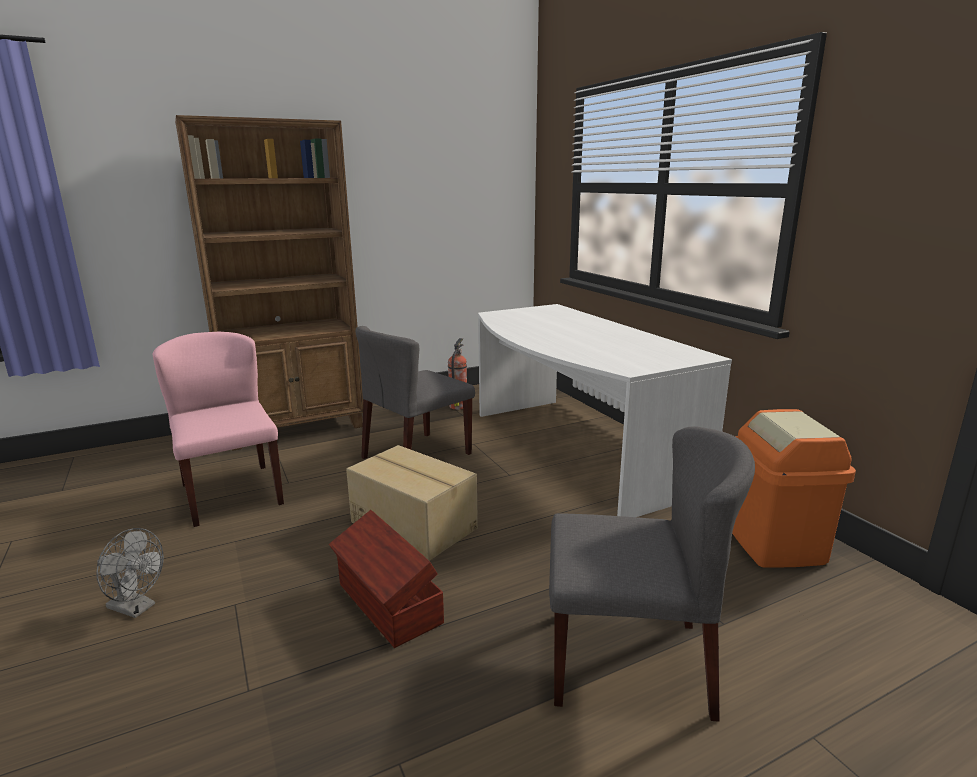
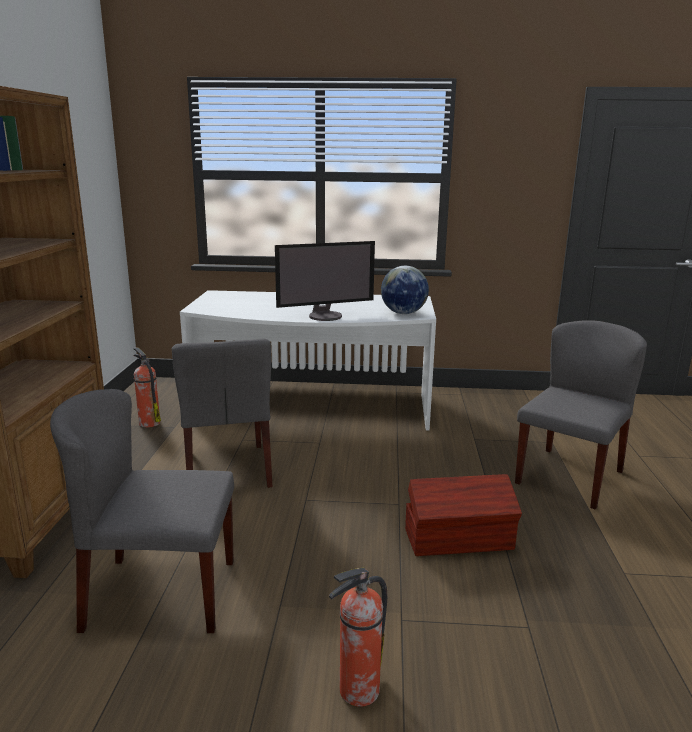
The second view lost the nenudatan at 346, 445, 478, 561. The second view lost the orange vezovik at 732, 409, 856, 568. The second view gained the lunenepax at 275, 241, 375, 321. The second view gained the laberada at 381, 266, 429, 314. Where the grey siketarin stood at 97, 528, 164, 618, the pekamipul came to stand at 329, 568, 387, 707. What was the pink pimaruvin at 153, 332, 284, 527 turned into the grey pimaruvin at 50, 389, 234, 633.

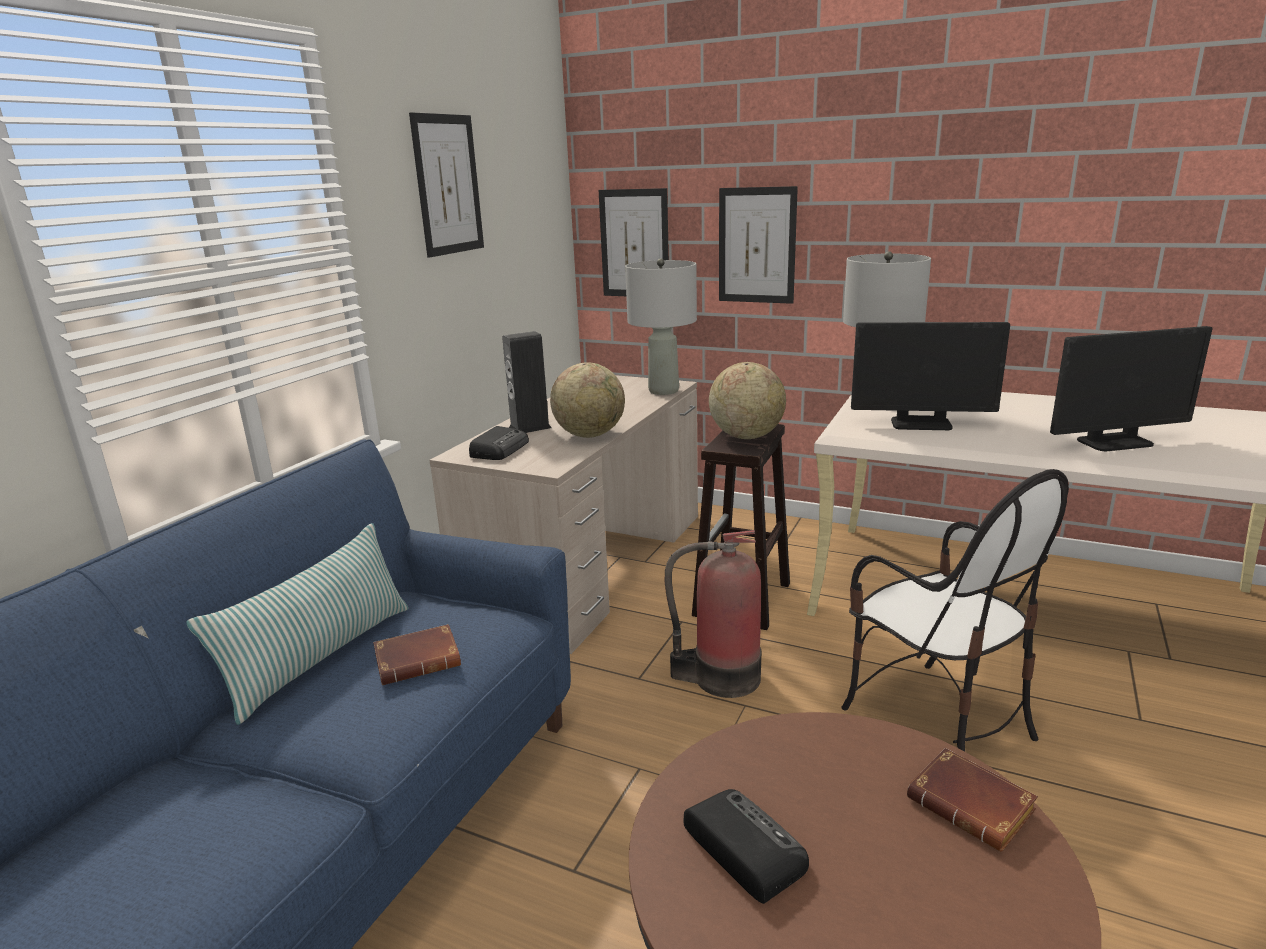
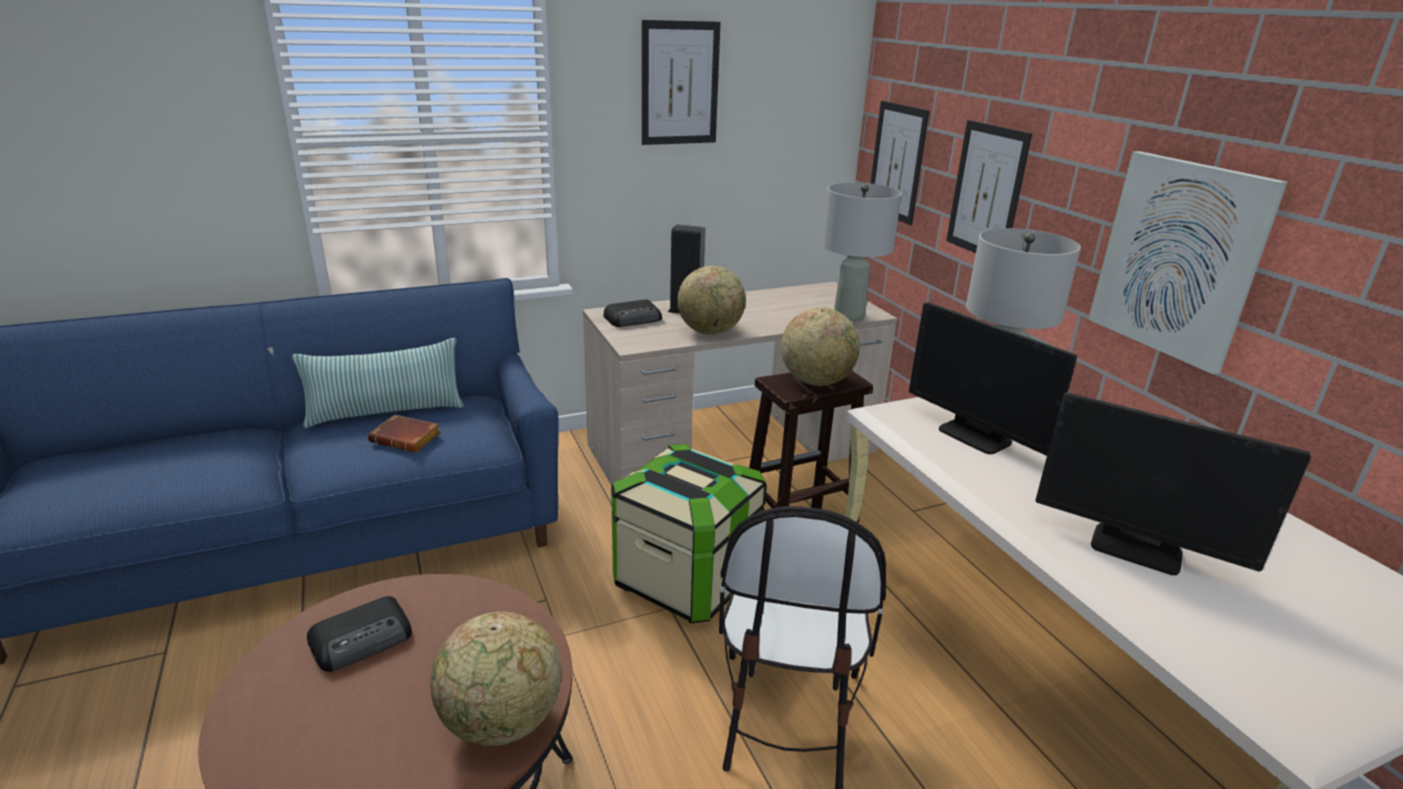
The second view gained the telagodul at 1088, 151, 1287, 374. Where the pekamipul stood at 665, 530, 761, 698, the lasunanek came to stand at 611, 444, 767, 623. Where the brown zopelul stood at 907, 748, 1038, 852, the laberada came to stand at 430, 612, 561, 746. The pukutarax at 684, 789, 809, 904 ended up facing another way, 45 degrees clockwise from before.

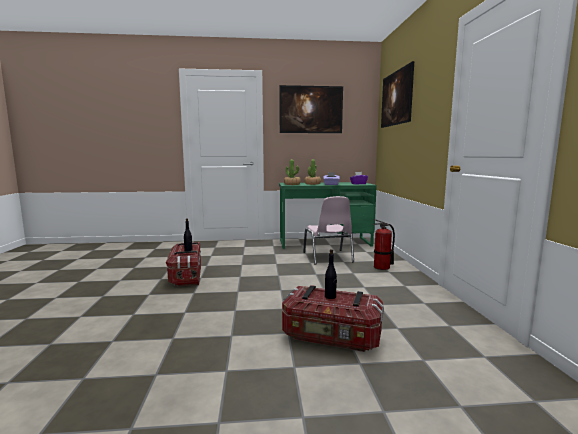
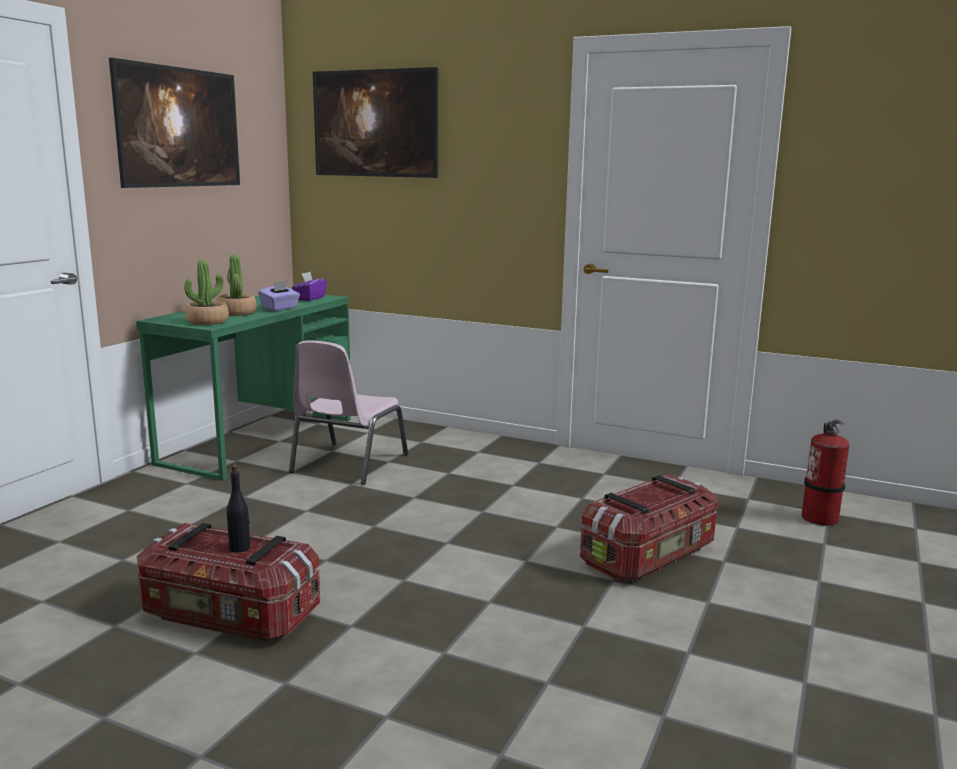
The second view lost the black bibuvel at 325, 249, 337, 299. The pekamipul ended up elsewhere, having gone from 373, 219, 395, 270 to 802, 420, 849, 526. The pink pimaruvin at 303, 196, 354, 265 ended up facing another way, 90 degrees clockwise from before.

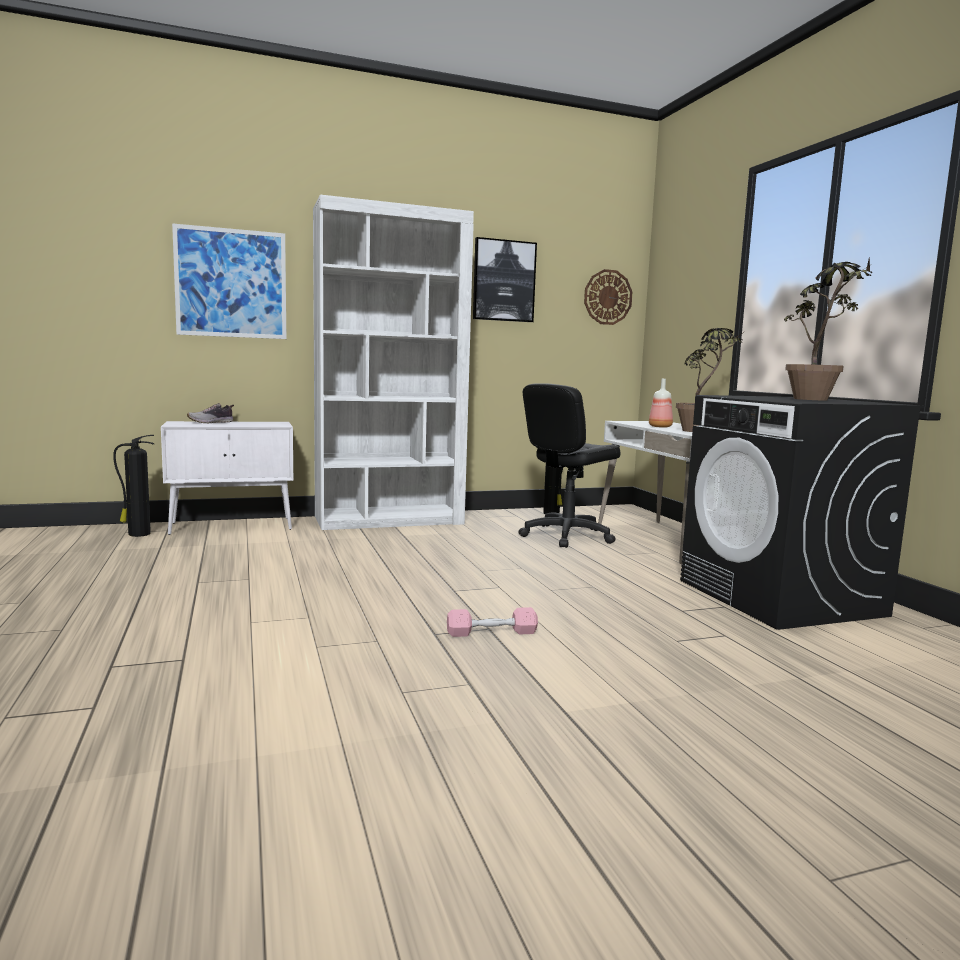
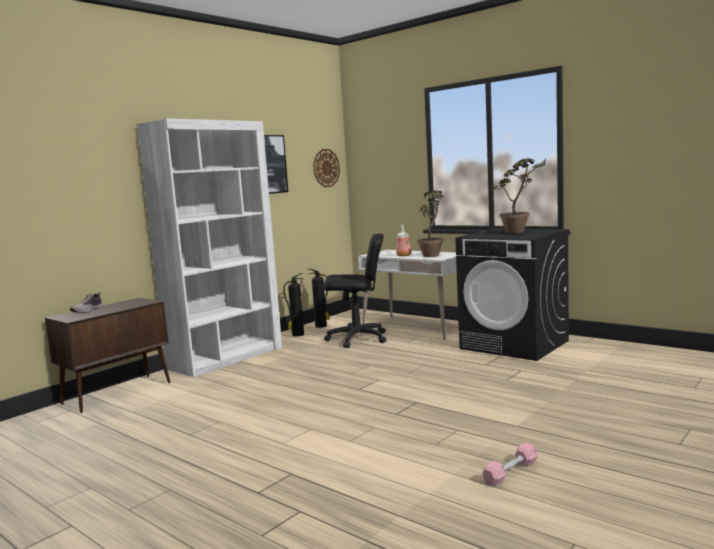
The second view lost the telagodul at 172, 223, 286, 339. The pekamipul ended up elsewhere, having gone from 113, 435, 155, 537 to 283, 273, 304, 337. The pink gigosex ended up elsewhere, having gone from 447, 607, 538, 637 to 482, 443, 538, 486. What was the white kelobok at 161, 421, 293, 535 turned into the brown kelobok at 45, 298, 170, 413. The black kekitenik at 518, 383, 621, 548 ended up facing another way, 105 degrees counterclockwise from before.

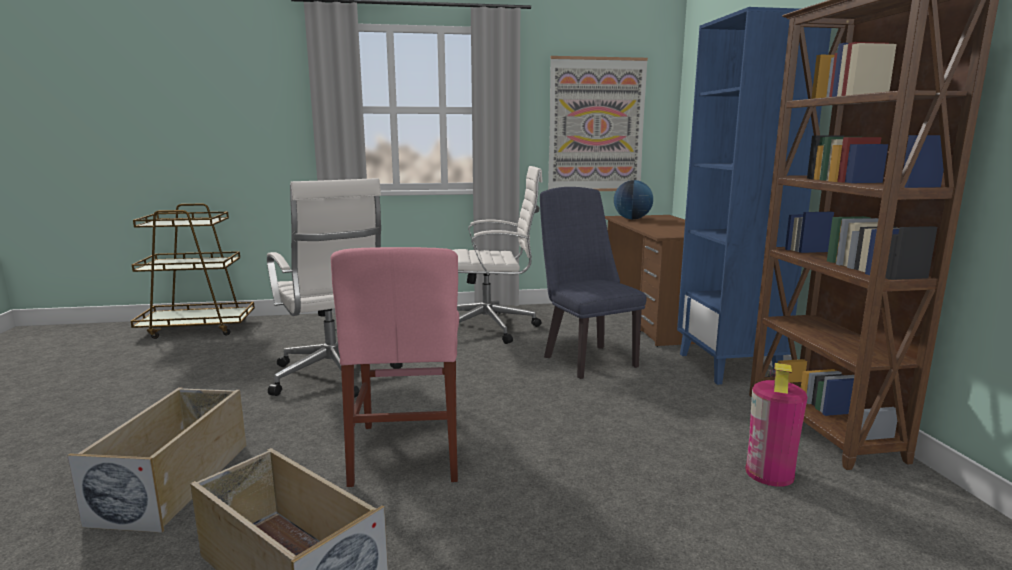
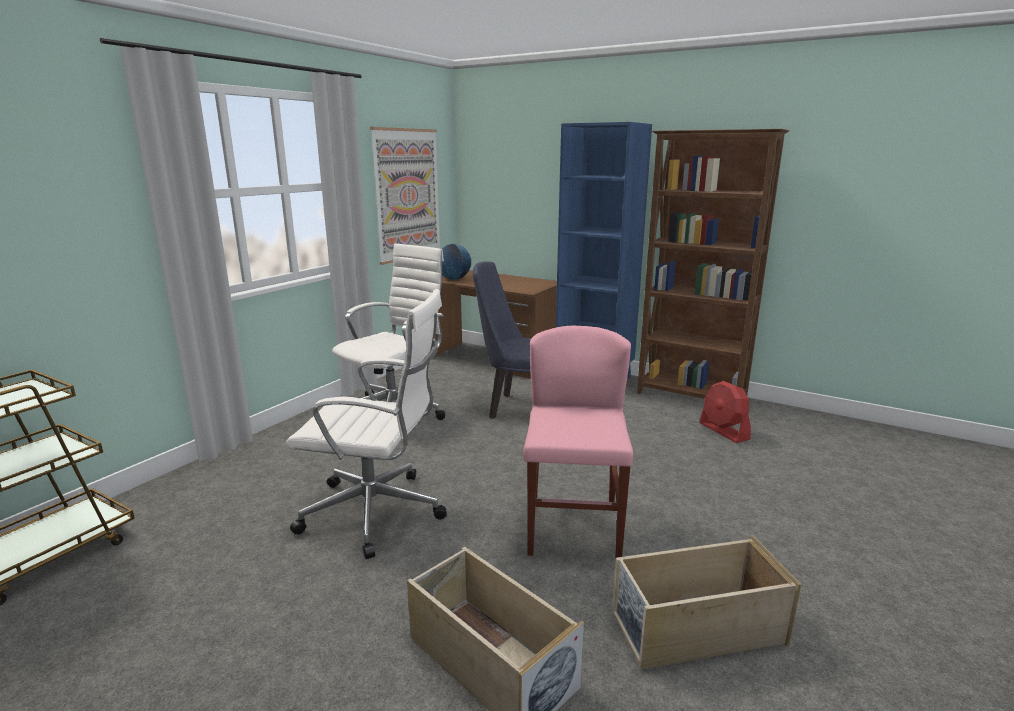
Where the pekamipul stood at 745, 363, 808, 487, the red siketarin came to stand at 699, 381, 751, 443. The pink pimaruvin at 331, 247, 459, 487 ended up facing another way, 120 degrees counterclockwise from before.

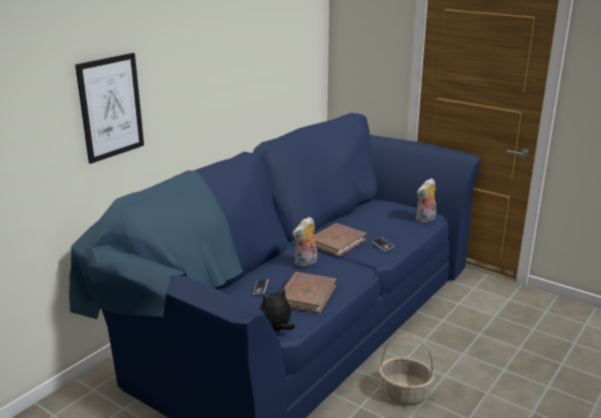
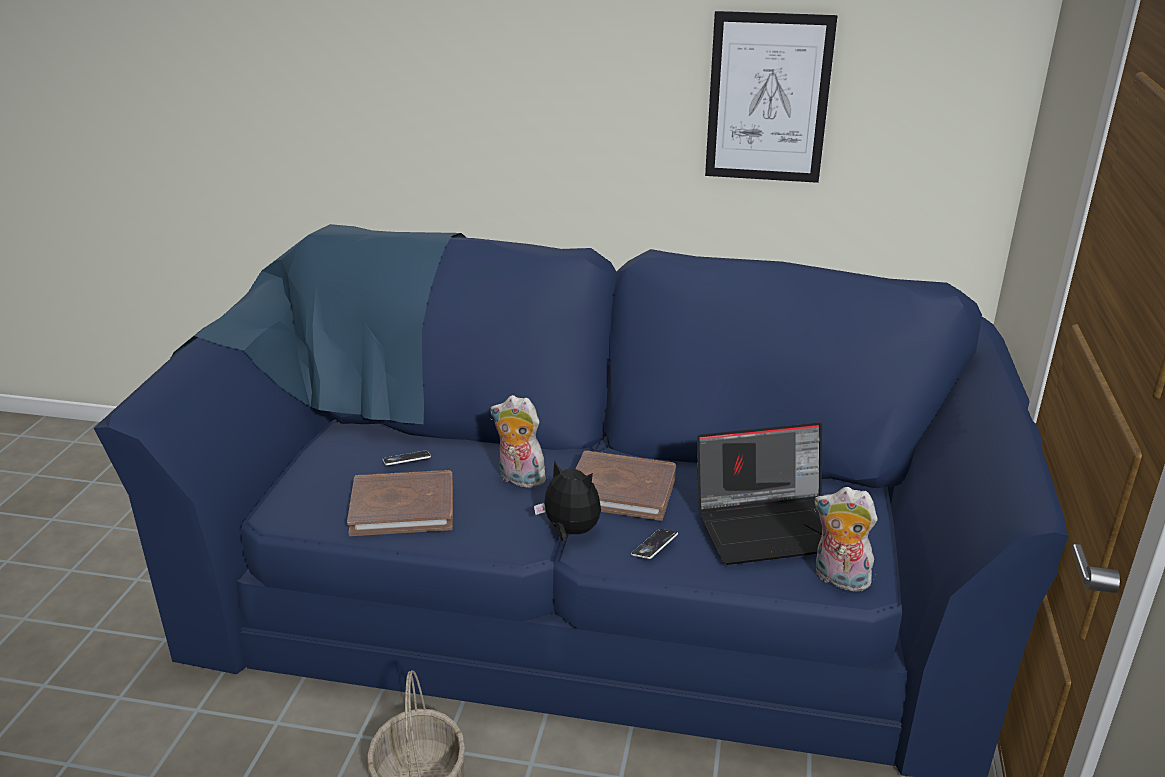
The second view gained the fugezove at 697, 422, 822, 565. The telagodul ended up elsewhere, having gone from 75, 53, 144, 164 to 705, 11, 837, 183. The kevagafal ended up elsewhere, having gone from 260, 288, 295, 331 to 534, 460, 601, 541.

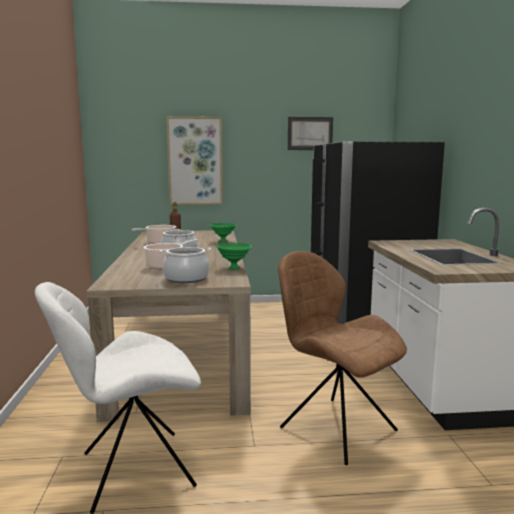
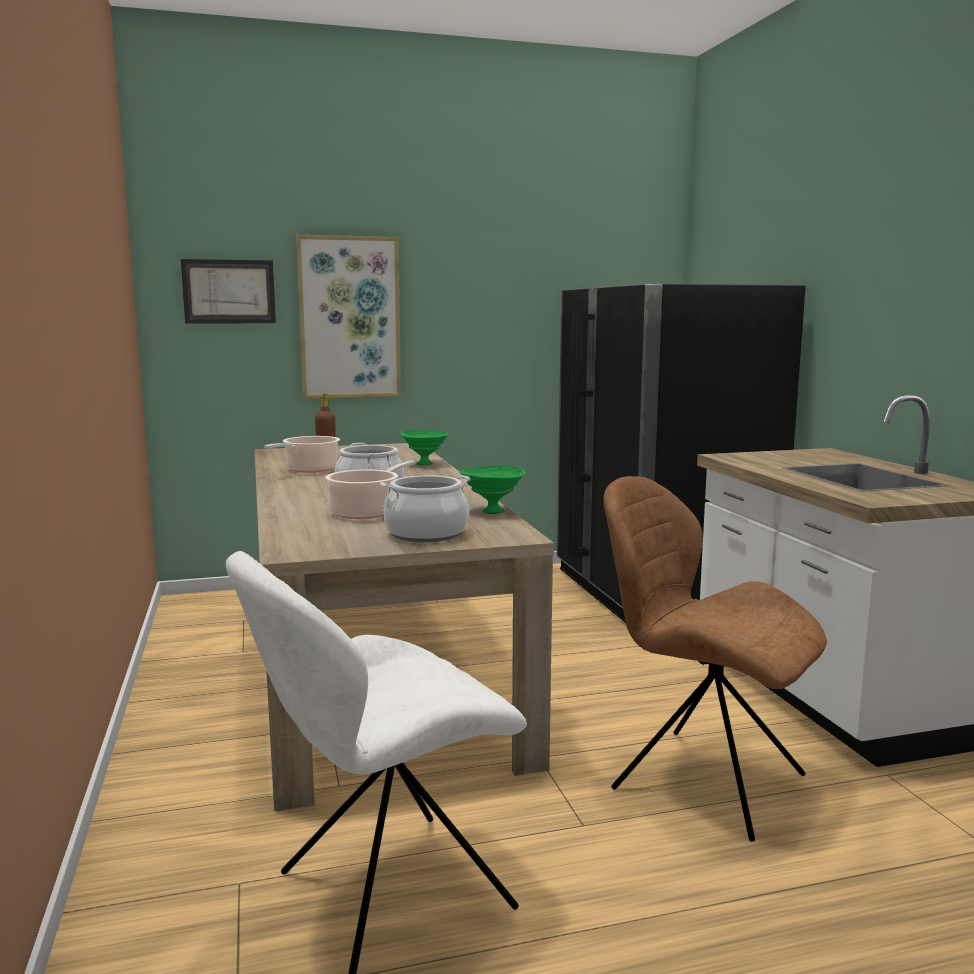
The telagodul ended up elsewhere, having gone from 288, 117, 333, 150 to 181, 259, 276, 324.

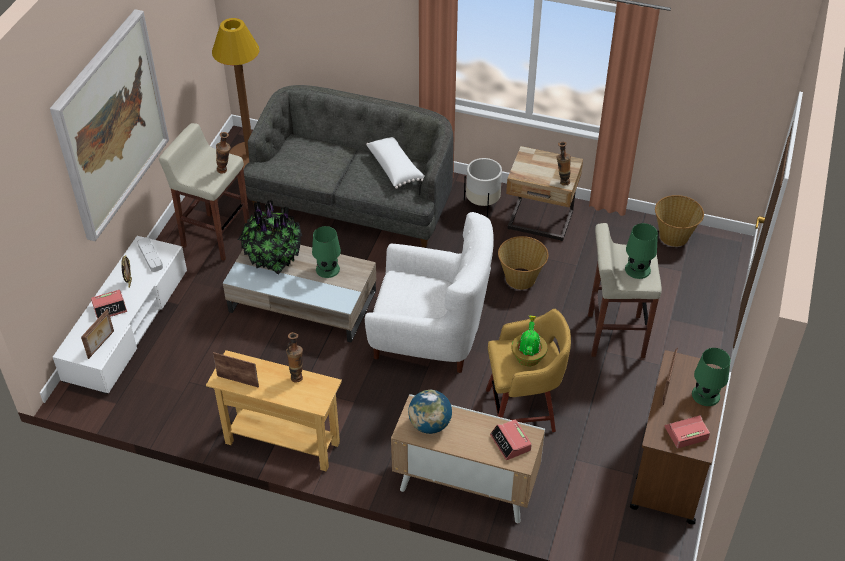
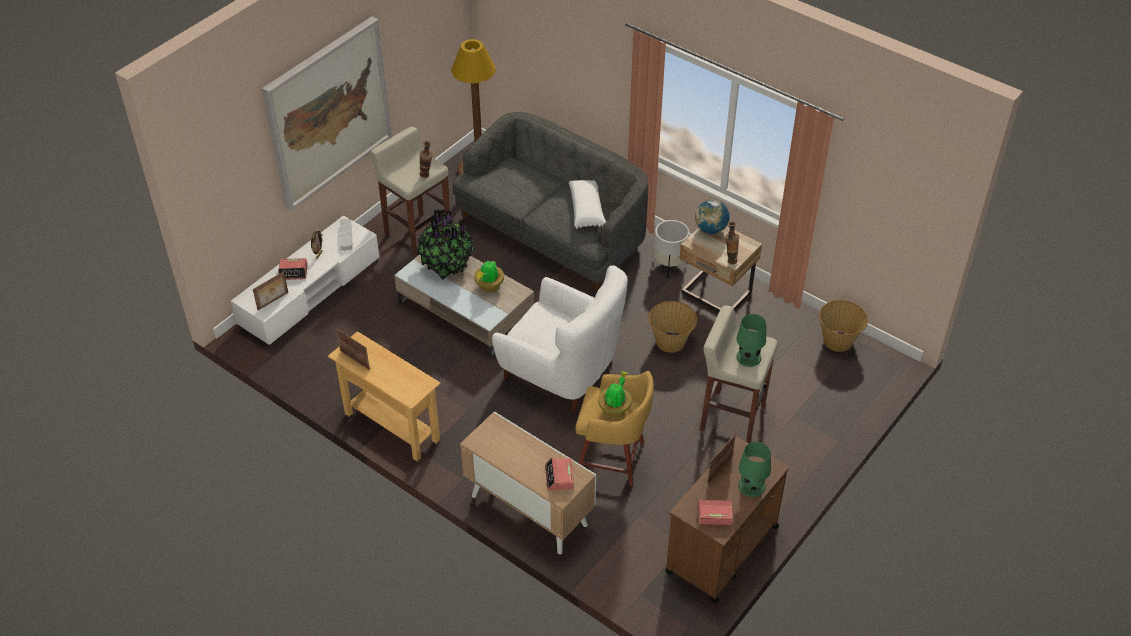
The second view lost the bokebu at 286, 332, 303, 382. The laberada ended up elsewhere, having gone from 408, 390, 452, 434 to 695, 200, 730, 234. Where the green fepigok stood at 312, 226, 341, 278, the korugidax came to stand at 474, 260, 504, 292.

